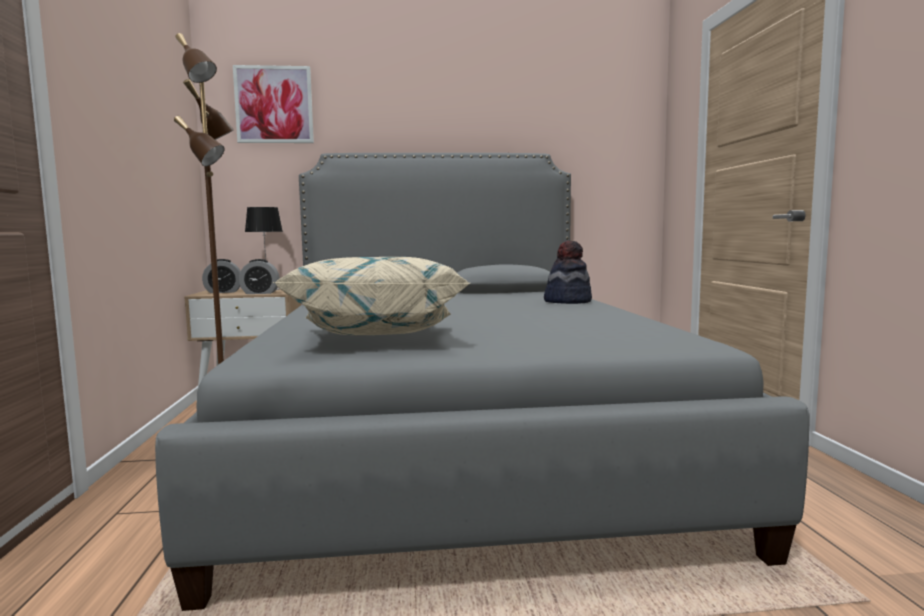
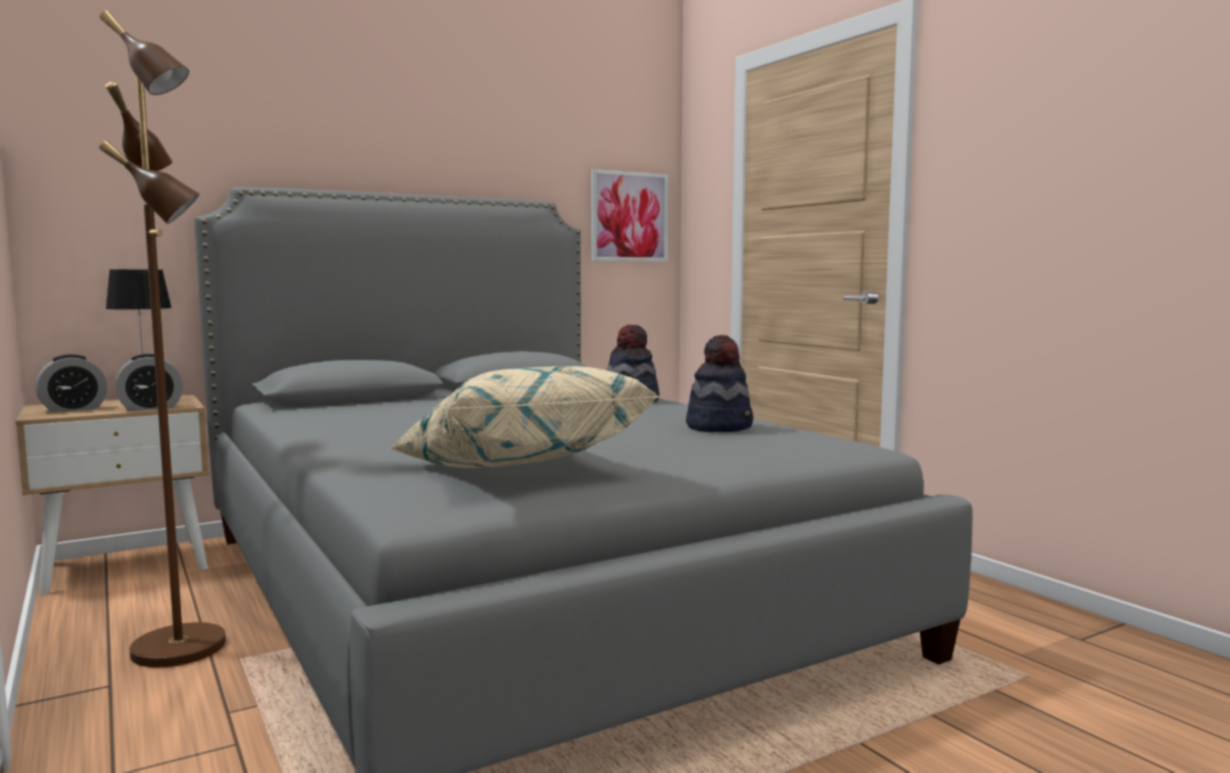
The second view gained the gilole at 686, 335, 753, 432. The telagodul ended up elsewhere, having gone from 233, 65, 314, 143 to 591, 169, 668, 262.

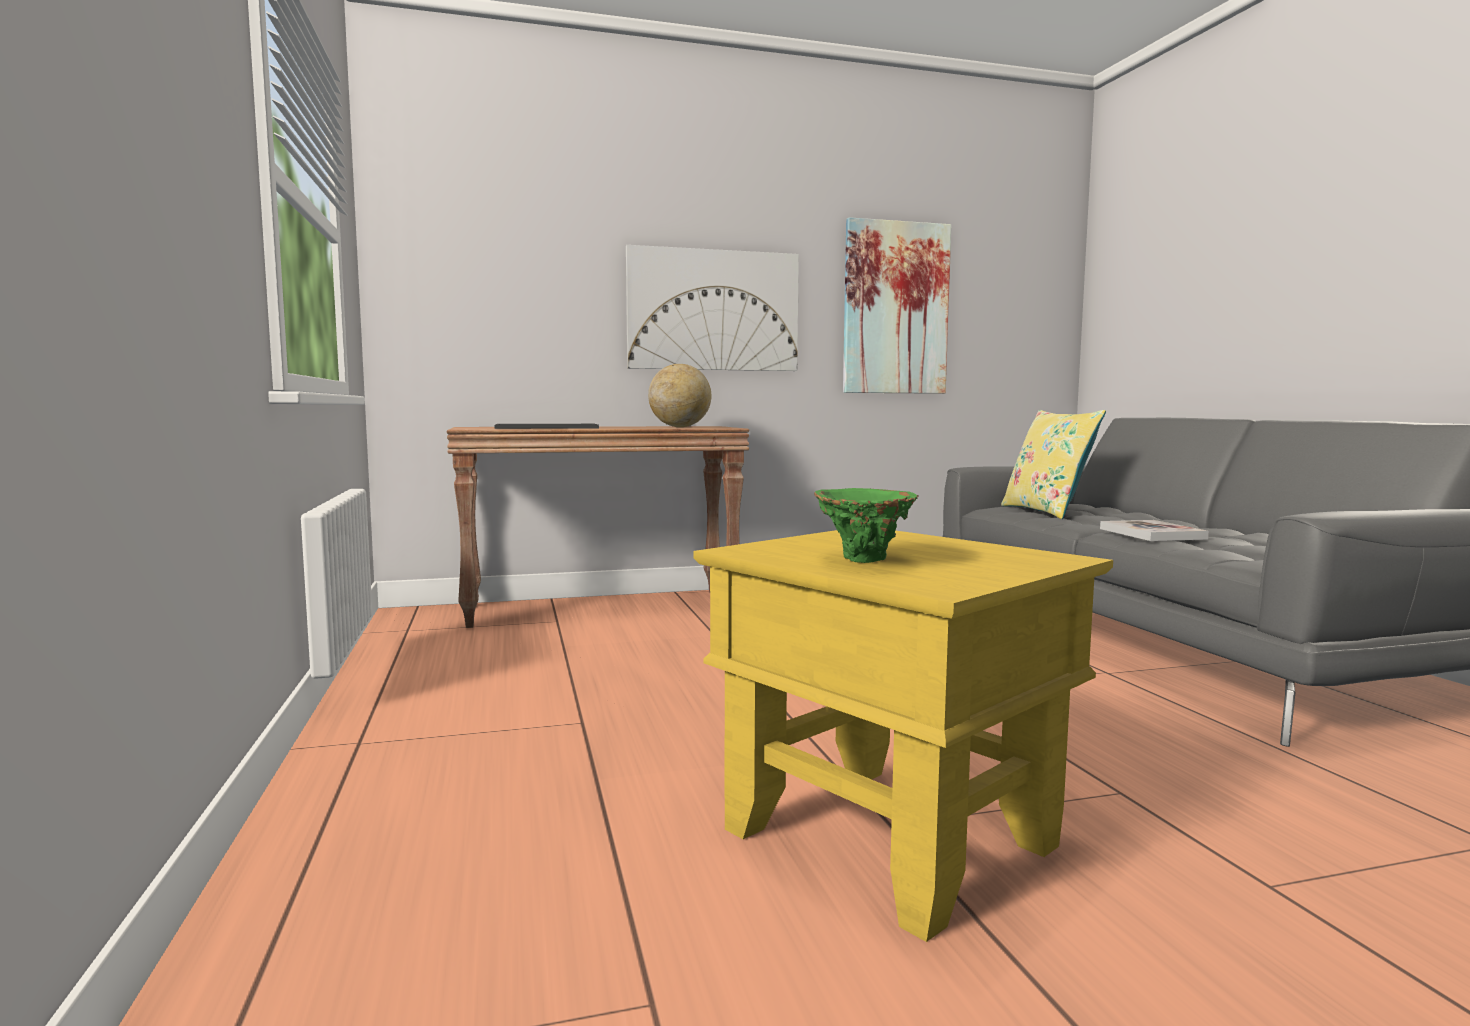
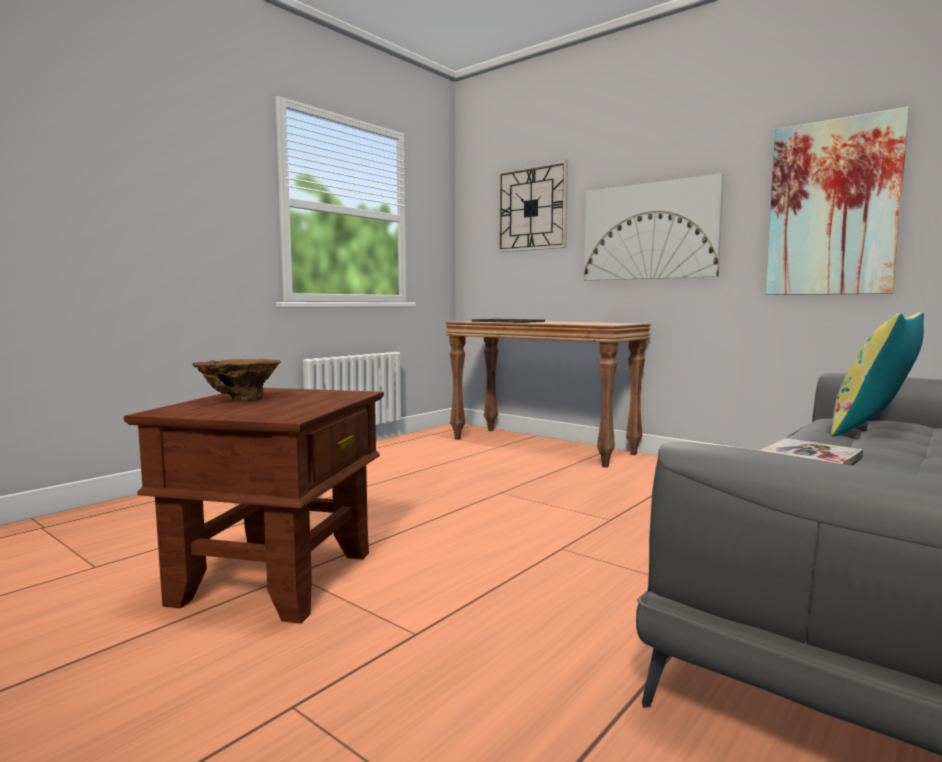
The second view lost the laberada at 648, 364, 711, 427. The second view gained the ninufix at 497, 160, 568, 252. What was the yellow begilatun at 693, 530, 1113, 942 turned into the brown begilatun at 124, 388, 384, 624. What was the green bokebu at 814, 488, 919, 563 turned into the brown bokebu at 192, 359, 281, 402.

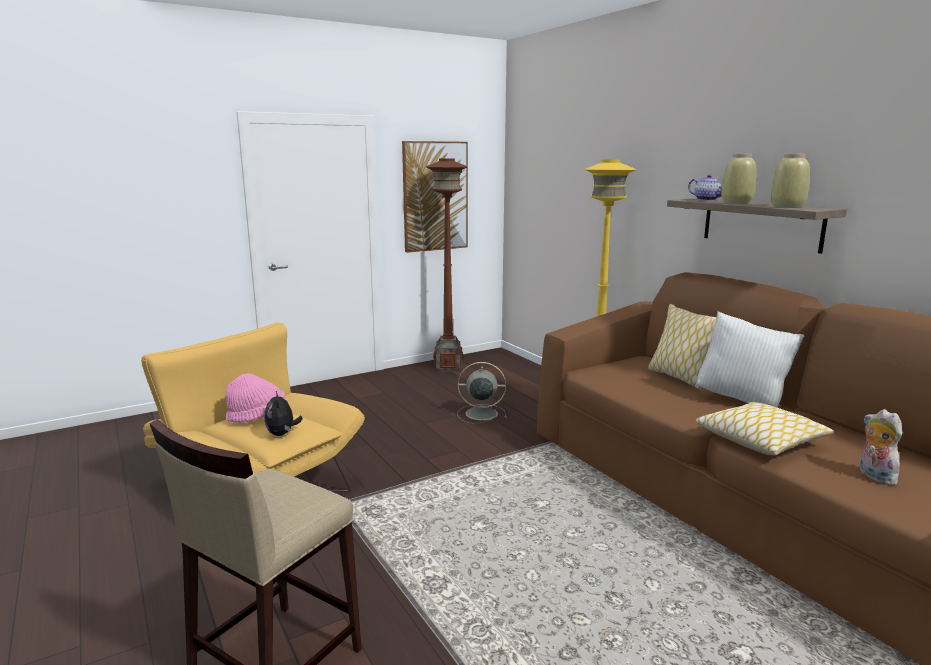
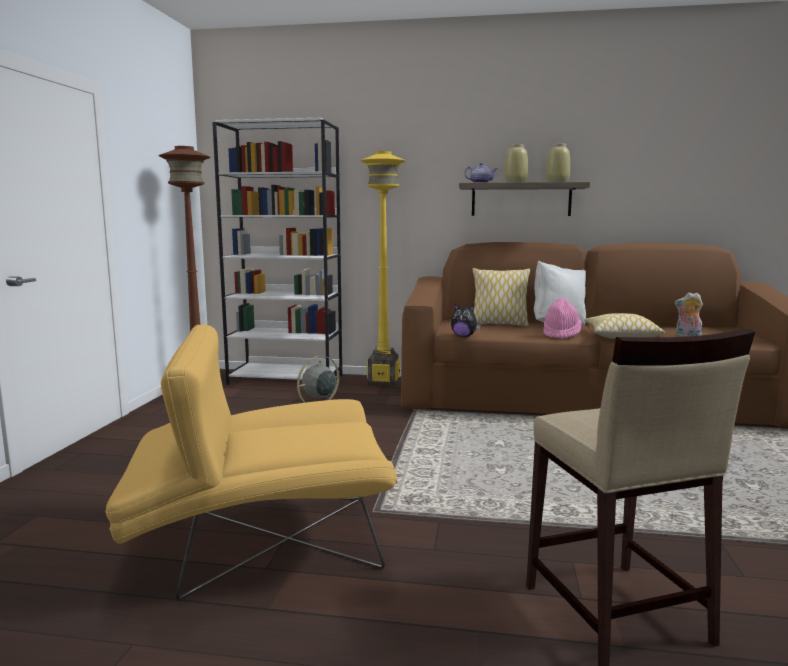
The second view lost the telagodul at 402, 141, 468, 253. The second view gained the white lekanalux at 212, 118, 342, 385. The pink gilole ended up elsewhere, having gone from 226, 373, 285, 423 to 544, 298, 582, 339. The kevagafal ended up elsewhere, having gone from 264, 391, 303, 436 to 451, 304, 481, 337.

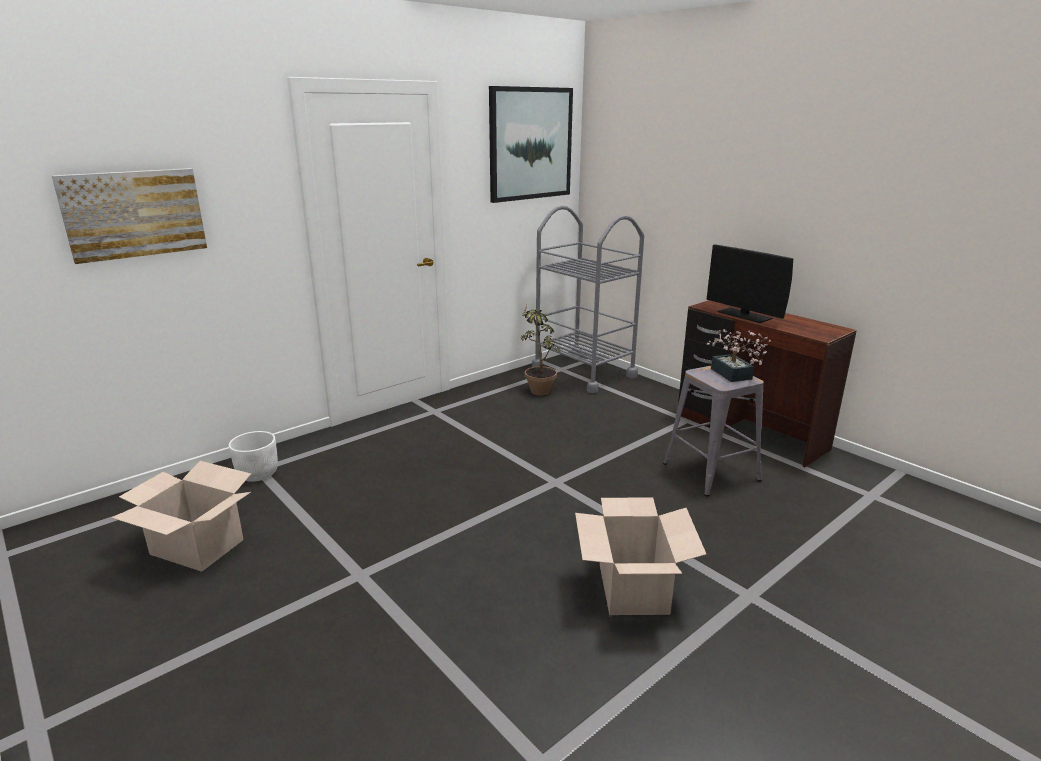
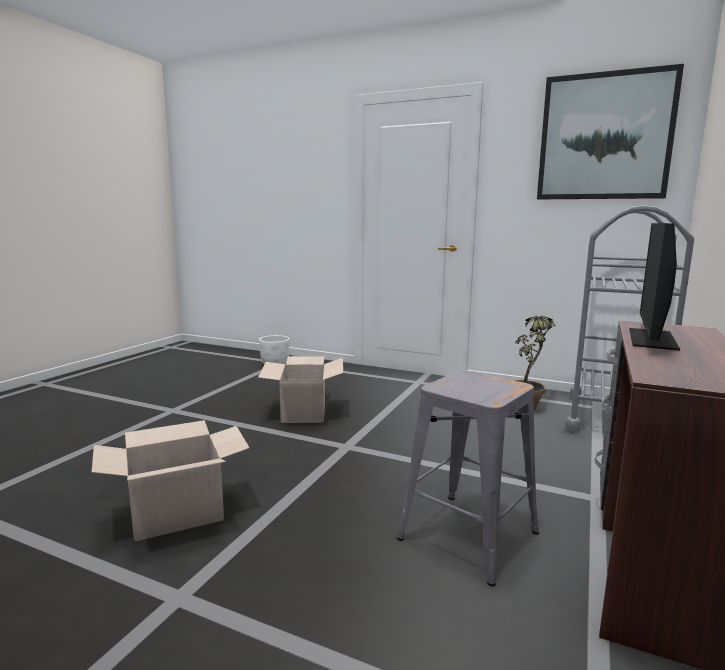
The second view lost the telagodul at 52, 168, 207, 264. The second view lost the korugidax at 707, 329, 771, 382. The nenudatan ended up elsewhere, having gone from 111, 461, 251, 572 to 258, 356, 343, 423.

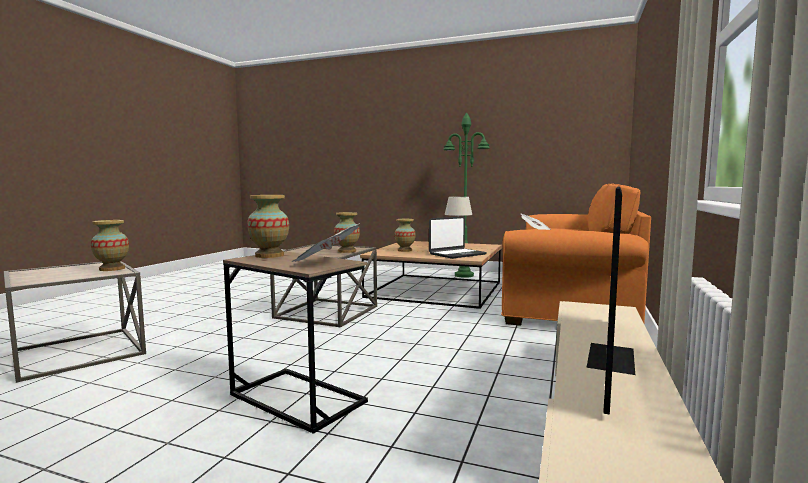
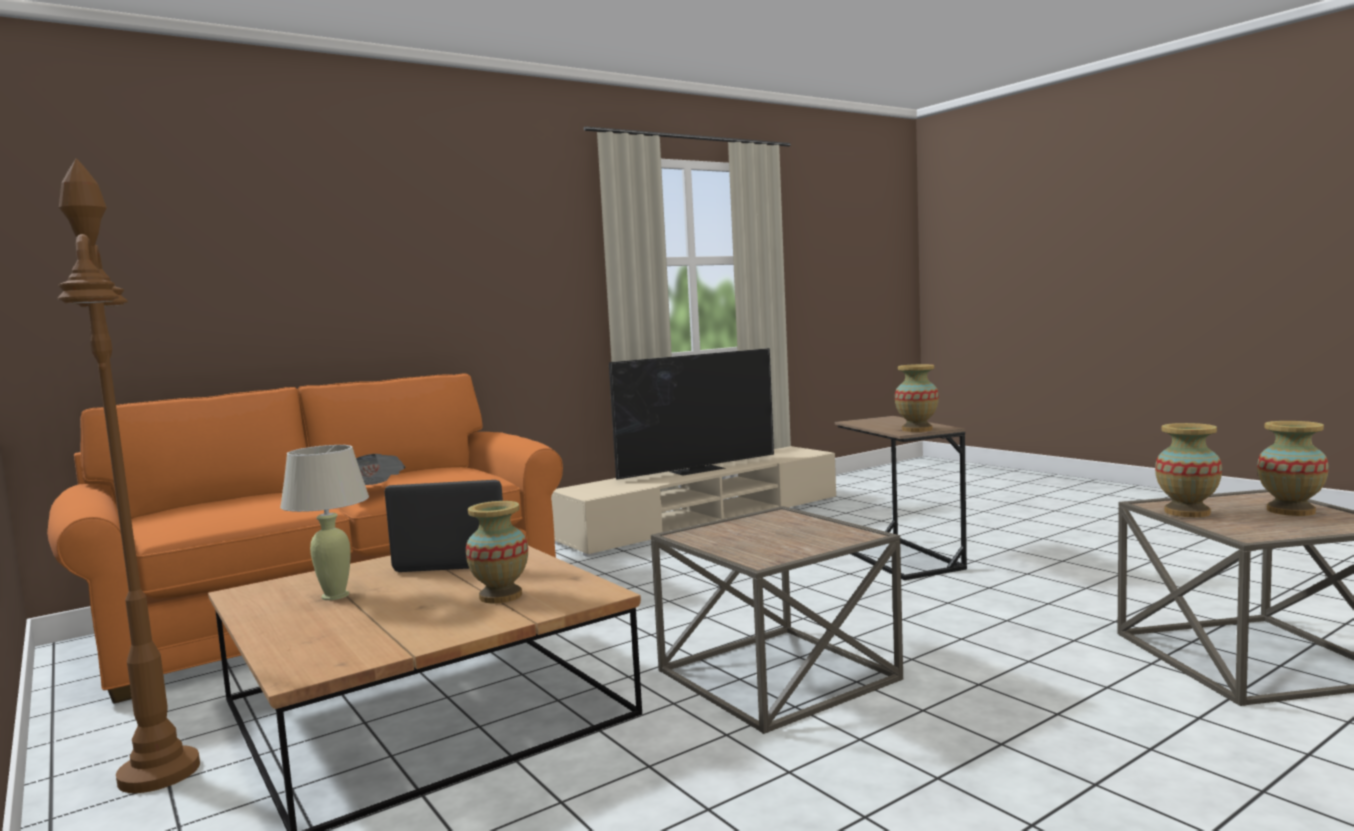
The second view lost the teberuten at 291, 223, 360, 262. The bokebu ended up elsewhere, having gone from 334, 212, 360, 253 to 1257, 421, 1329, 516. What was the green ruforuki at 443, 112, 490, 278 turned into the brown ruforuki at 58, 158, 200, 793.

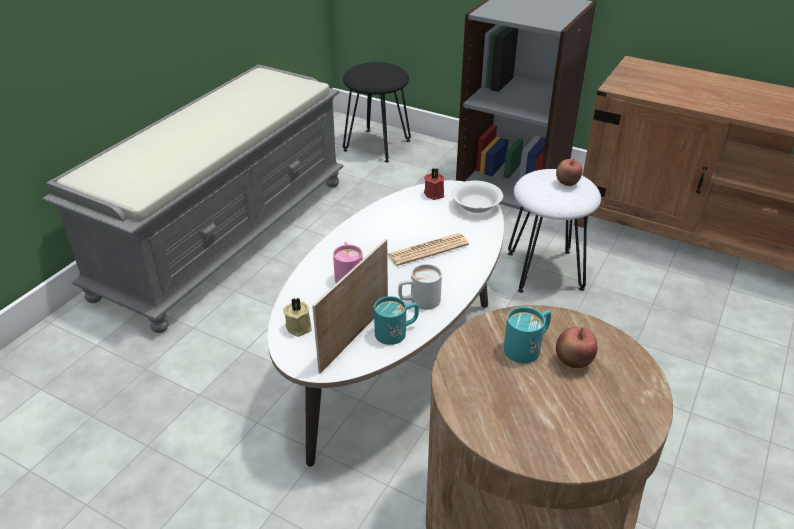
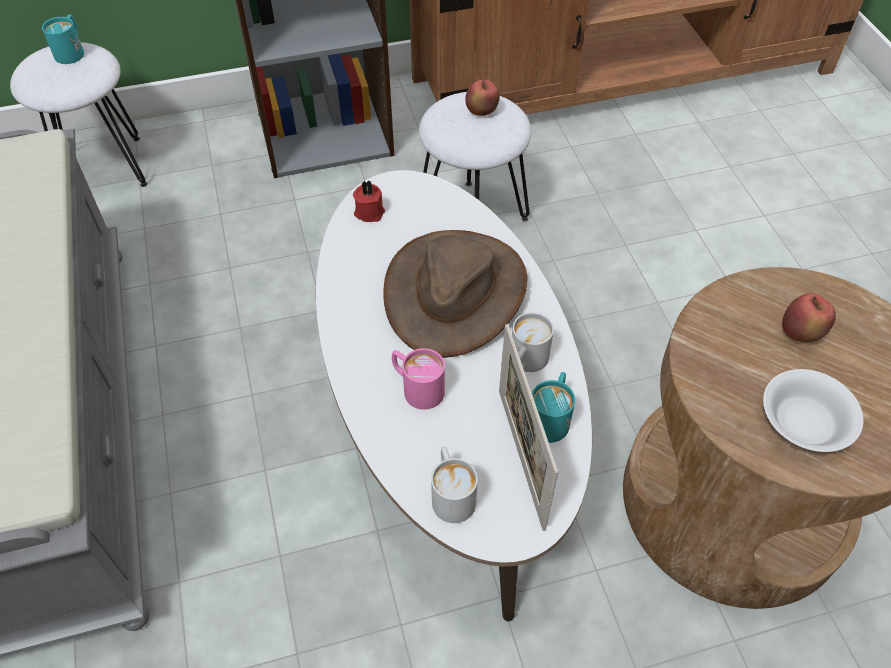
The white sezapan ended up elsewhere, having gone from 452, 181, 503, 213 to 763, 369, 863, 452. The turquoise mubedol ended up elsewhere, having gone from 503, 307, 551, 363 to 42, 15, 84, 64. Where the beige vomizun stood at 283, 298, 312, 337, the white mubedol came to stand at 431, 447, 478, 523. Where the teberuten stood at 387, 233, 469, 266, the brown gilole came to stand at 383, 230, 528, 358. What was the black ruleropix at 343, 62, 411, 162 turned into the white ruleropix at 10, 42, 147, 187.

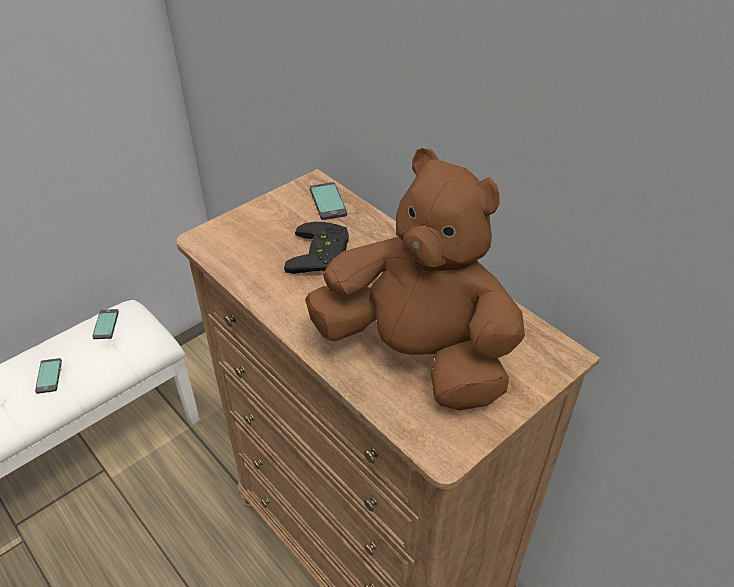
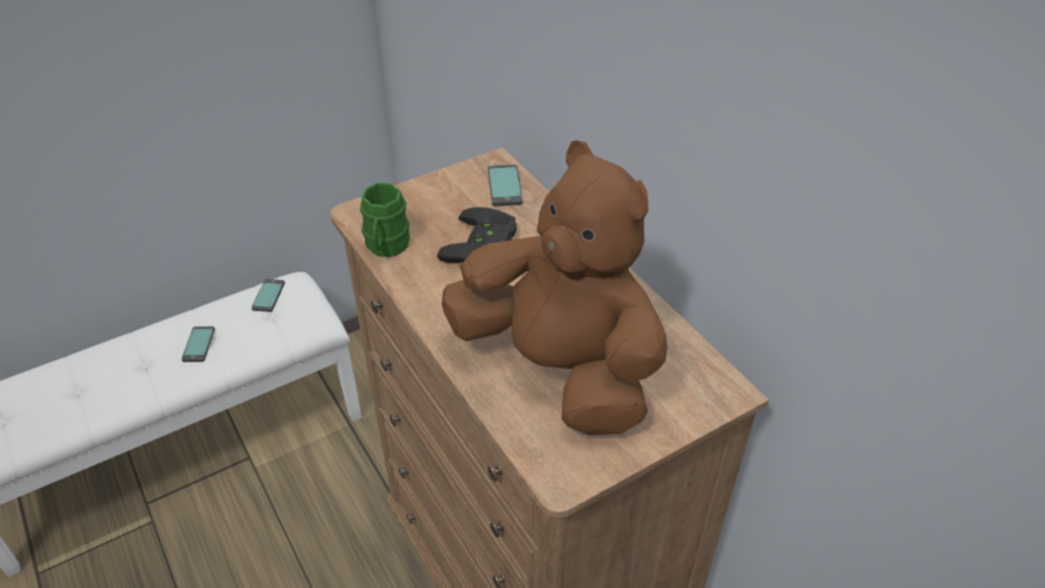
The second view gained the green mubedol at 360, 182, 410, 257.

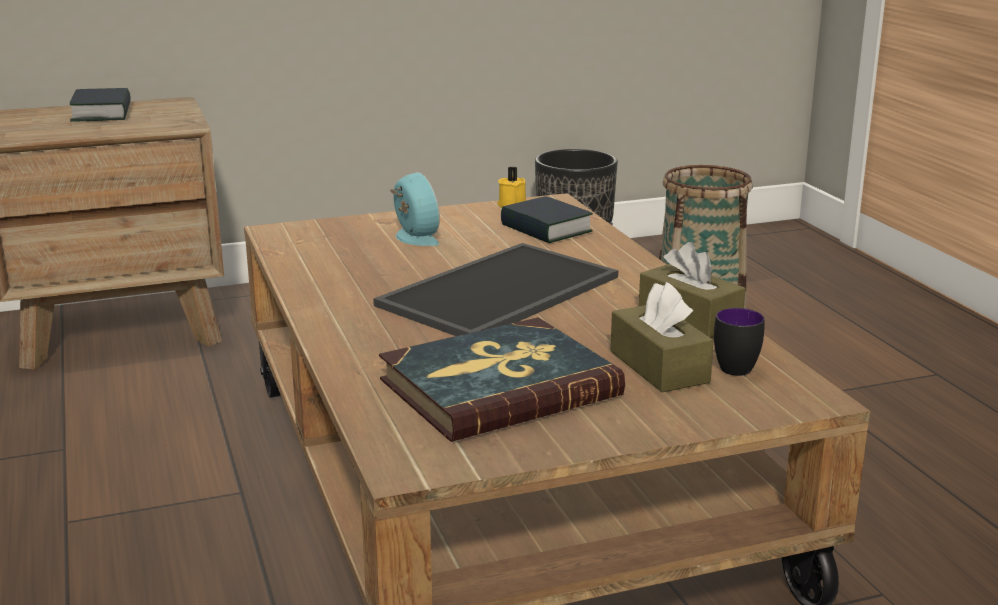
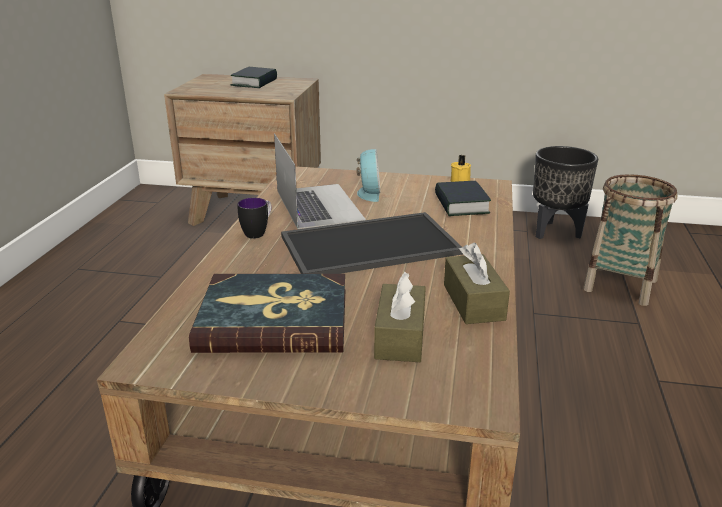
The second view gained the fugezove at 274, 133, 366, 229. The mubedol ended up elsewhere, having gone from 714, 308, 765, 376 to 238, 198, 271, 239.

